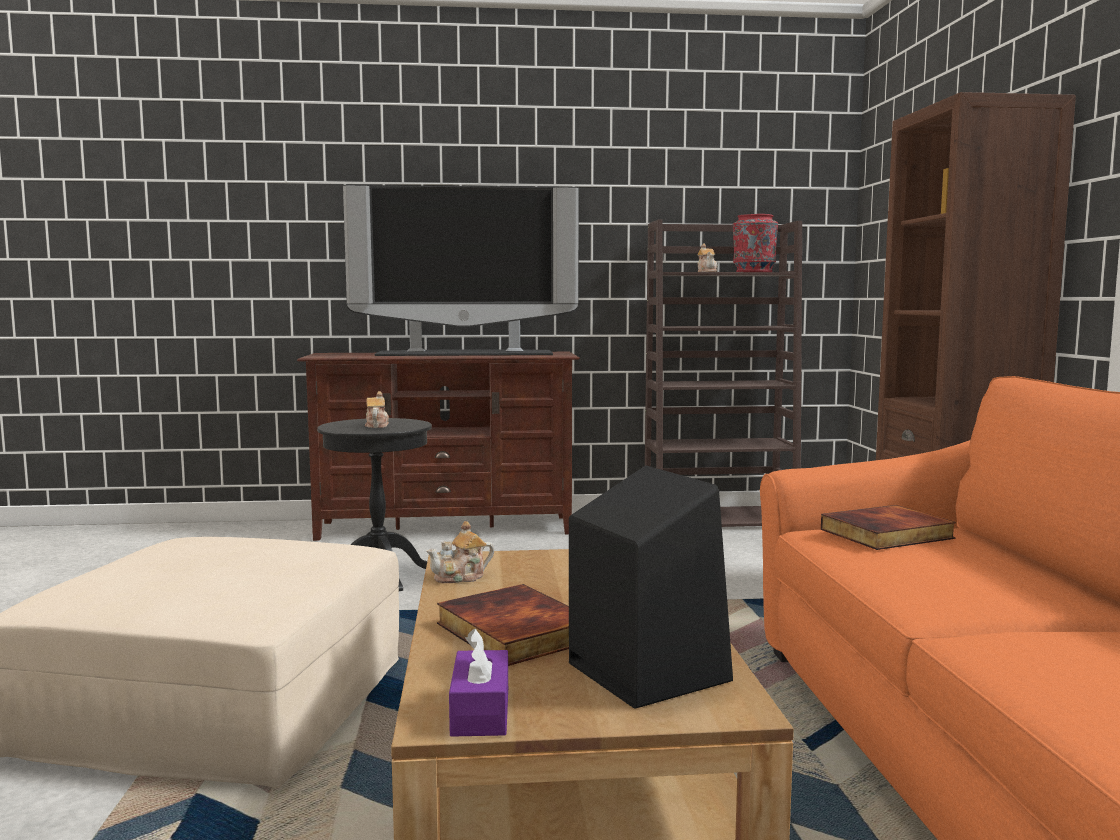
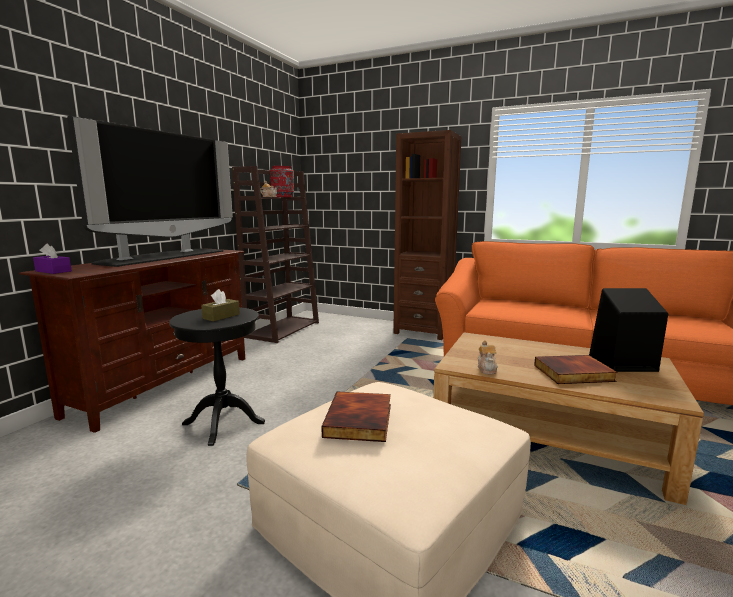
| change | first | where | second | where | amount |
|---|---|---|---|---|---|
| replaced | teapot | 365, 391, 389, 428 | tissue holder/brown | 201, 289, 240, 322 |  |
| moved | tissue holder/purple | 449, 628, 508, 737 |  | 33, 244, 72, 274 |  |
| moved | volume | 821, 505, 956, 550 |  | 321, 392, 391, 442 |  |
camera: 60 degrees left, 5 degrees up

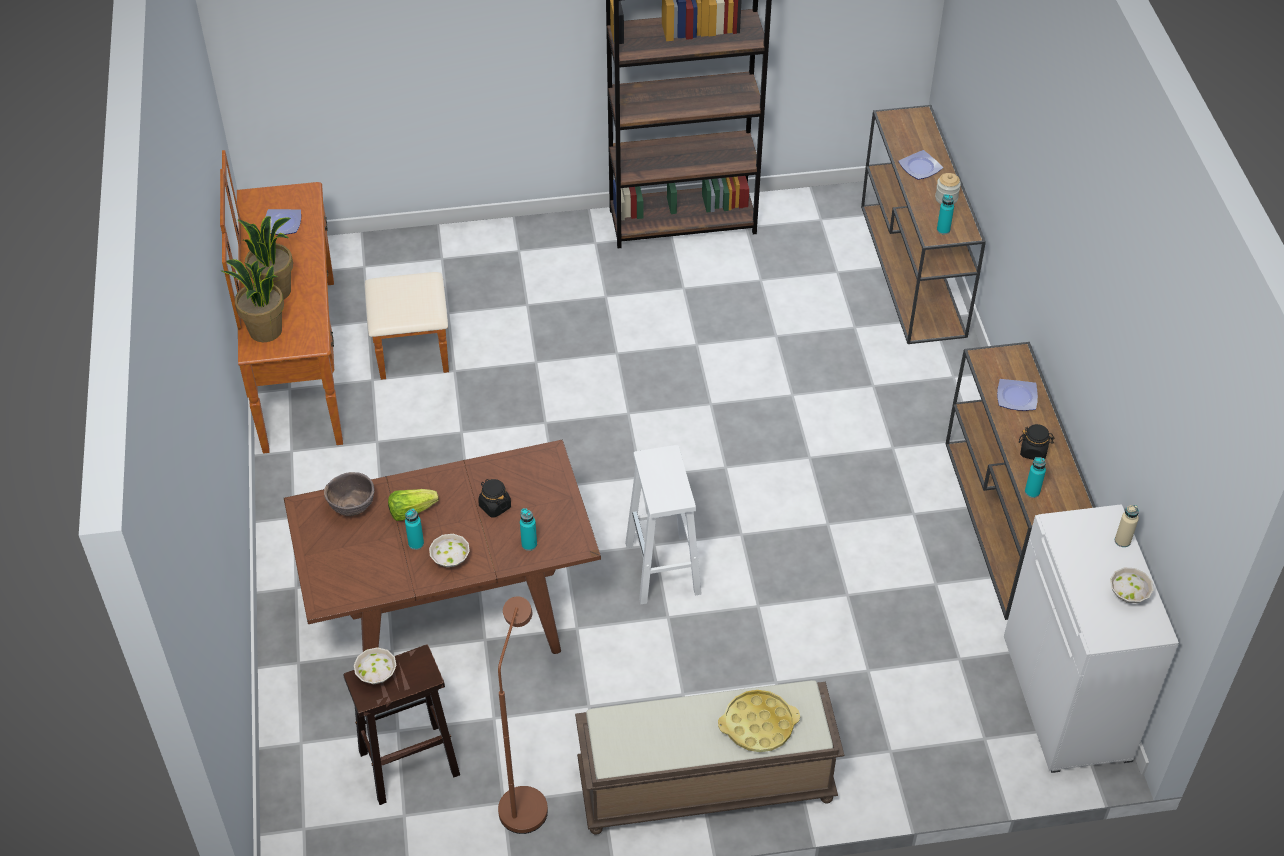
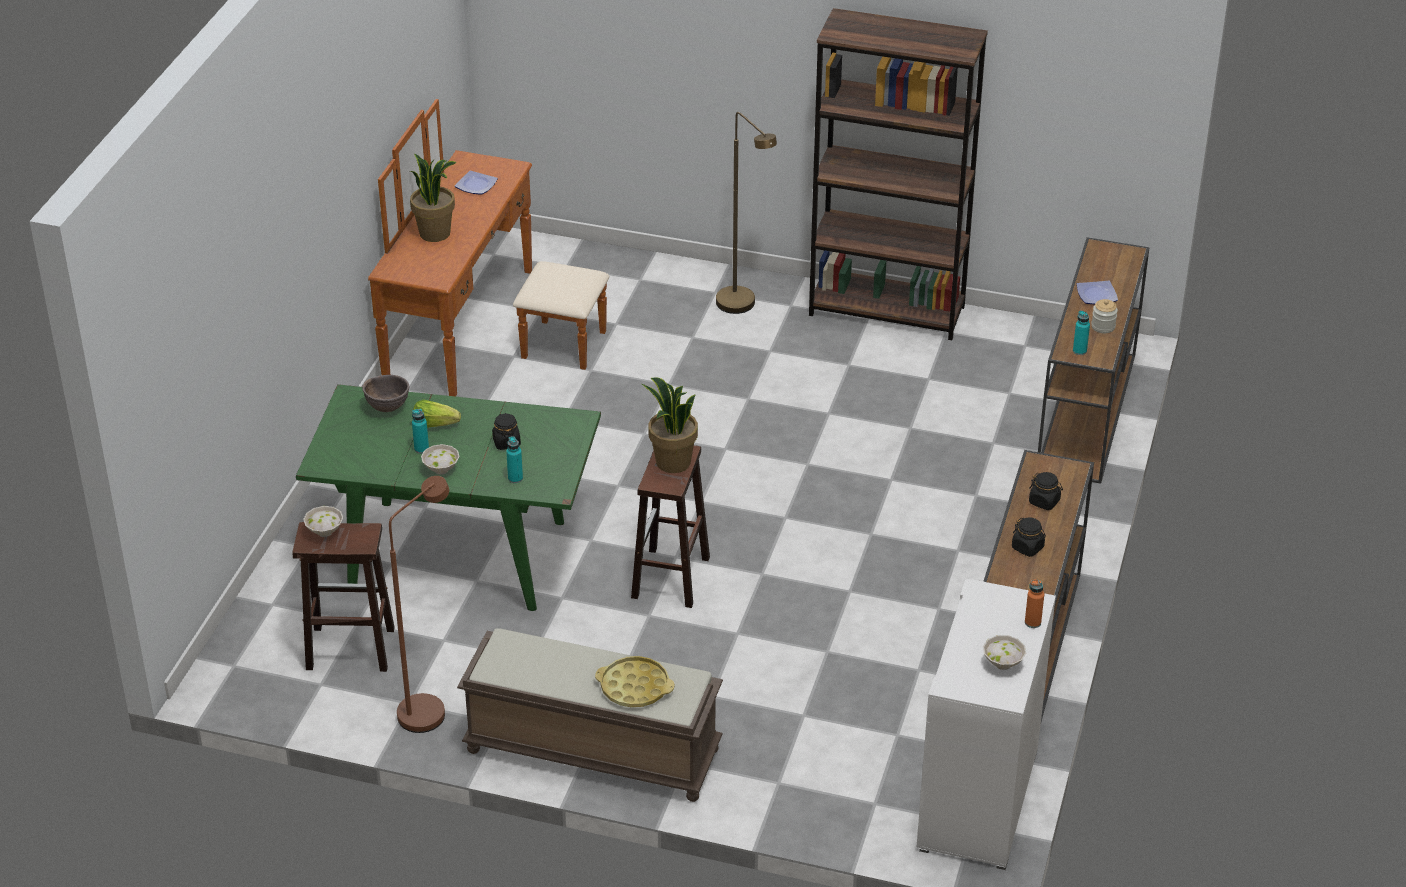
| change | first | where | second | where | amount |
|---|---|---|---|---|---|
| moved | plant in a pot | 220, 259, 284, 342 |  | 641, 377, 698, 473 |  |
| recoloured | kitchen table/brown | 284, 440, 601, 654 | kitchen table/greenish | 296, 384, 601, 611 |  |
| recoloured | stool seat/white | 625, 445, 702, 604 | stool seat/brown | 631, 445, 710, 608 |  |
| replaced | plate | 997, 379, 1038, 411 | preserve jar/black-coloured | 1029, 472, 1063, 510 |  |
| removed | beverage bottle/turquoise | 1025, 457, 1046, 498 |  |  |  |
| recoloured | beverage bottle/sand-coloured | 1115, 505, 1139, 547 | beverage bottle/orange-coloured | 1025, 580, 1044, 628 |  |
| added |  |  | floor lamp/brown | 716, 112, 777, 314 |  |
camera: 25 degrees right, 10 degrees down

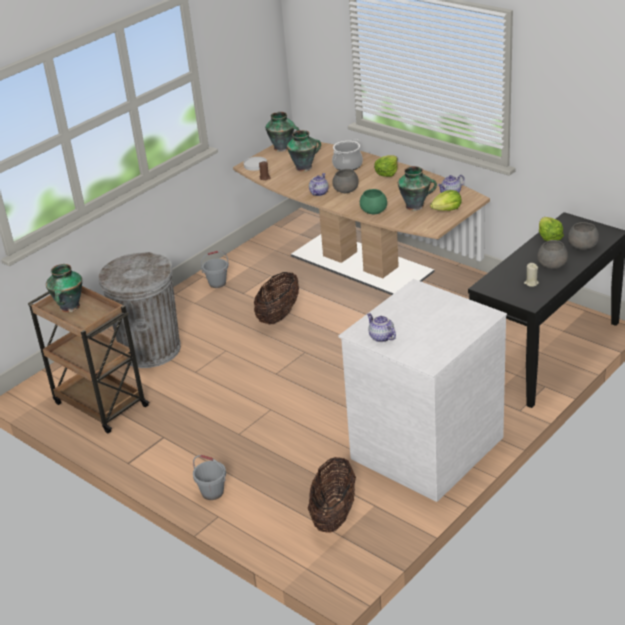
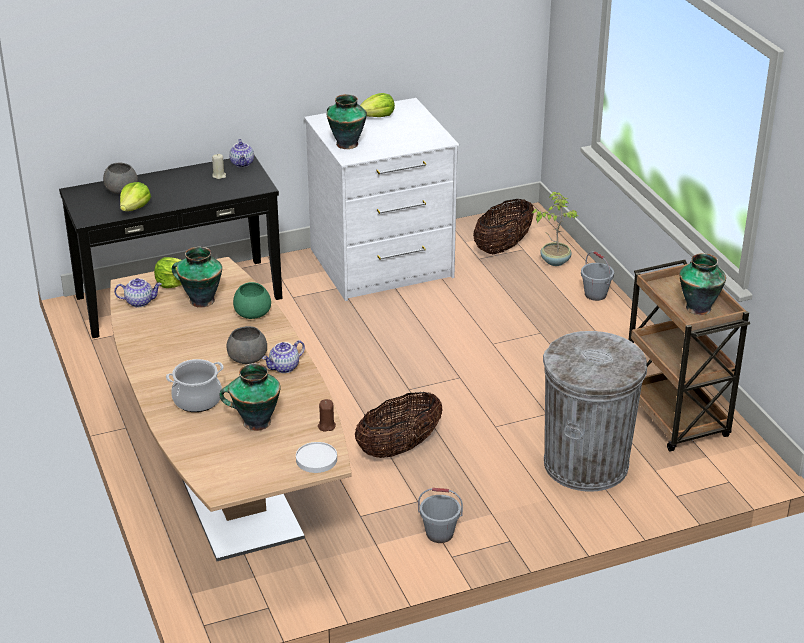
| change | first | where | second | where | amount |
|---|---|---|---|---|---|
| moved | flower vase | 265, 112, 299, 152 |  | 327, 94, 367, 149 |  |
| moved | teapot | 367, 313, 396, 342 |  | 229, 139, 254, 167 |  |
| moved | lettuce head | 374, 155, 398, 177 |  | 360, 93, 395, 117 |  |
| removed | deep dish/grey | 537, 240, 568, 269 |  |  |  |
| added |  |  | plant in a pot | 532, 192, 578, 266 |  |
camera: 155 degrees left, 0 degrees up

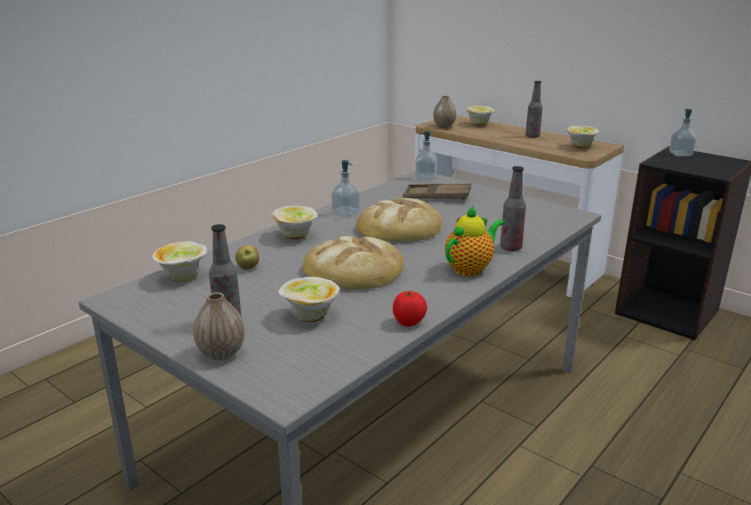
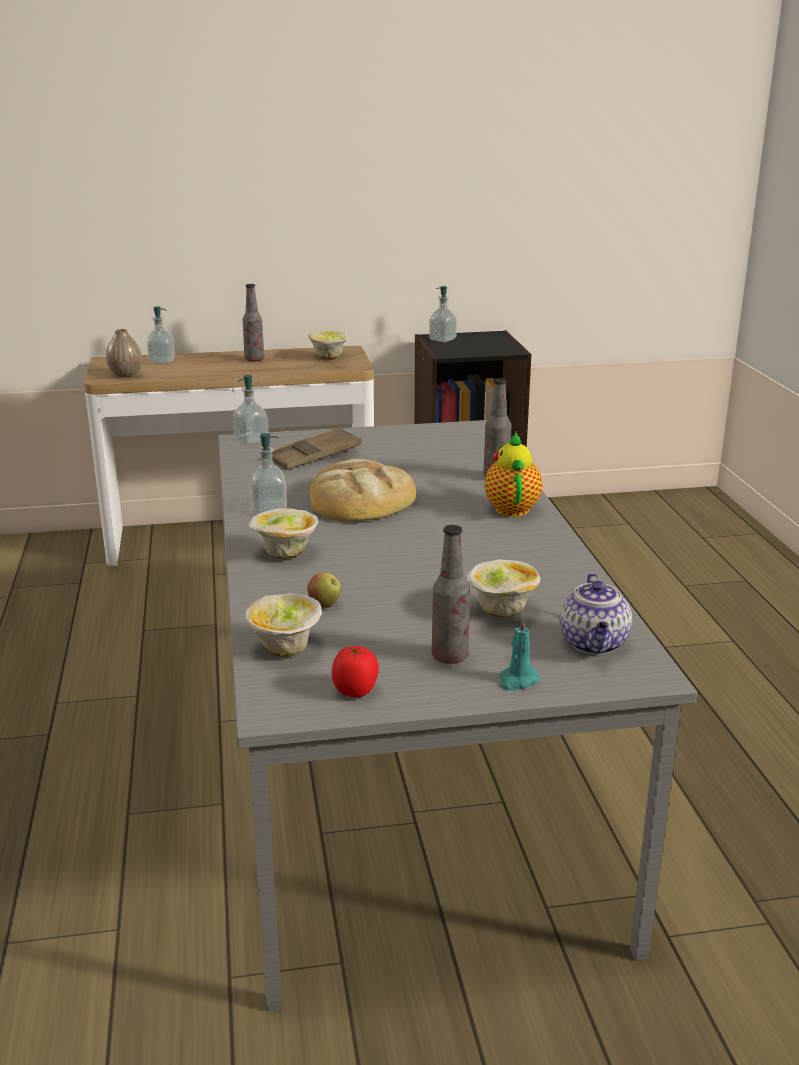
| change | first | where | second | where | amount |
|---|---|---|---|---|---|
| replaced | flower vase | 193, 292, 245, 361 | candle/turquoise | 500, 616, 540, 690 |  |
| removed | baked bread | 303, 236, 404, 290 |  |  |  |
| moved | fresh tomato | 393, 291, 427, 327 |  | 332, 646, 379, 697 |  |
| replaced | deep dish | 466, 106, 495, 126 | liquid soap bottle | 147, 306, 175, 364 |  |
| added |  |  | teapot | 560, 573, 632, 654 |  |
camera: 50 degrees left, 0 degrees up

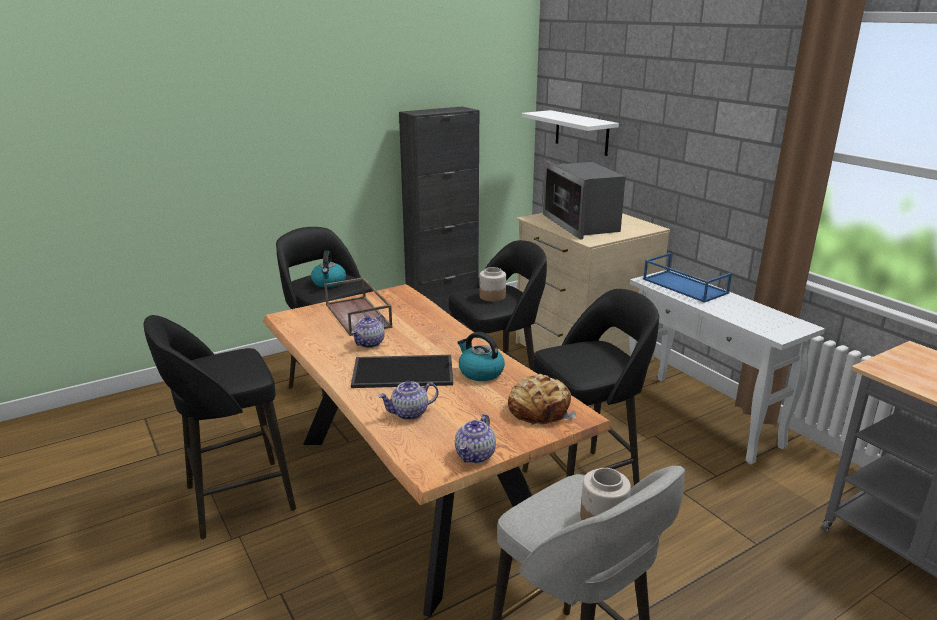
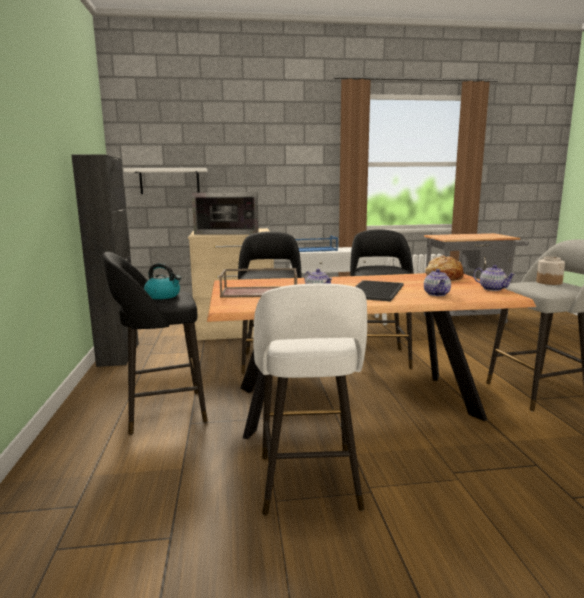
| change | first | where | second | where | amount |
|---|---|---|---|---|---|
| recoloured | stool seat/black-coloured | 143, 315, 296, 539 | stool seat/white | 254, 283, 367, 516 |  |
| removed | tea kettle | 457, 332, 505, 381 |  |  |  |
| removed | preserve jar | 479, 267, 506, 302 |  |  |  |
camera: 65 degrees left, 10 degrees down

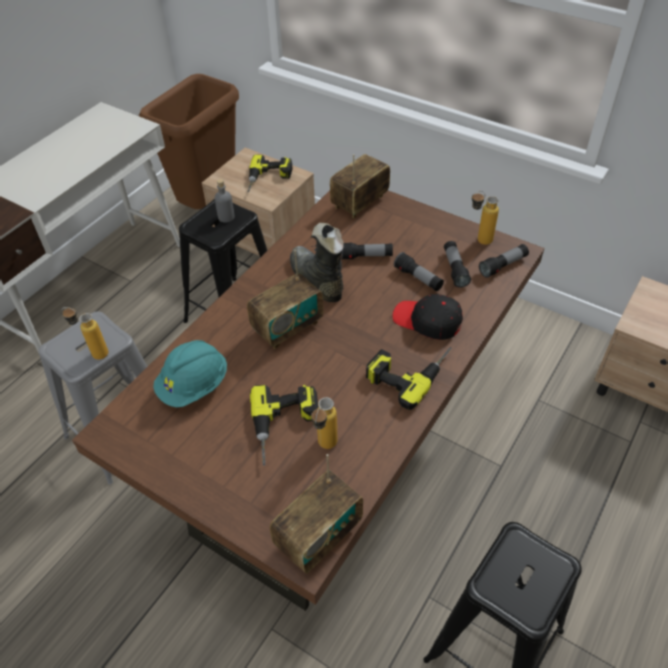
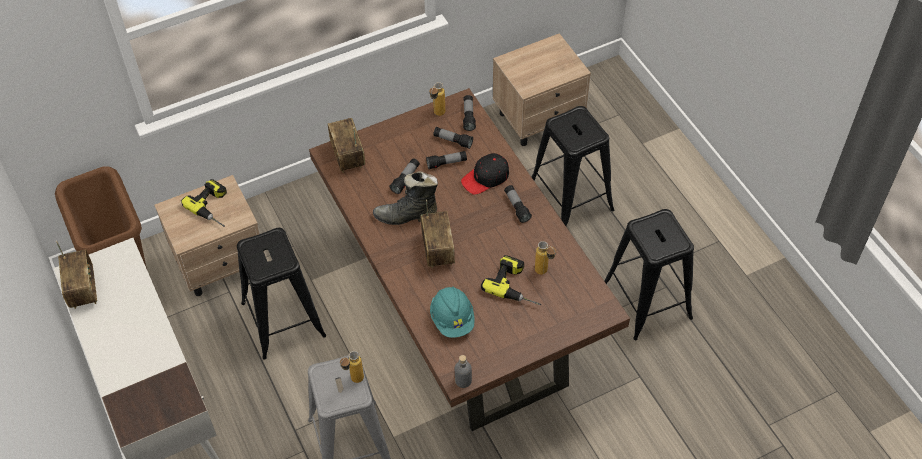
| change | first | where | second | where | amount |
|---|---|---|---|---|---|
| moved | beverage bottle/grey | 214, 179, 234, 222 |  | 455, 355, 472, 388 |  |
| moved | radio set | 270, 454, 363, 574 |  | 56, 241, 97, 309 |  |
| replaced | electric drill | 366, 347, 452, 410 | flashlight | 504, 185, 532, 223 |  |
| added |  |  | stool seat/black-coloured | 532, 106, 614, 226 |  |
camera: 60 degrees left, 5 degrees up

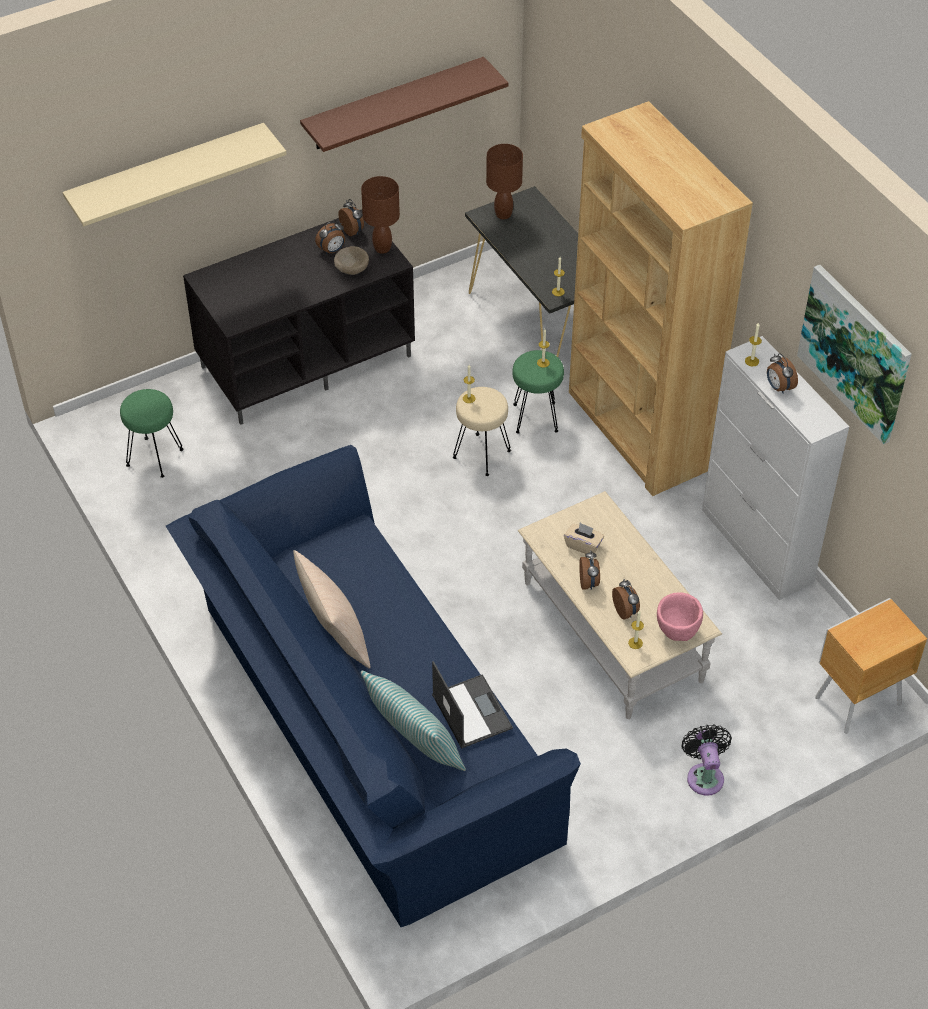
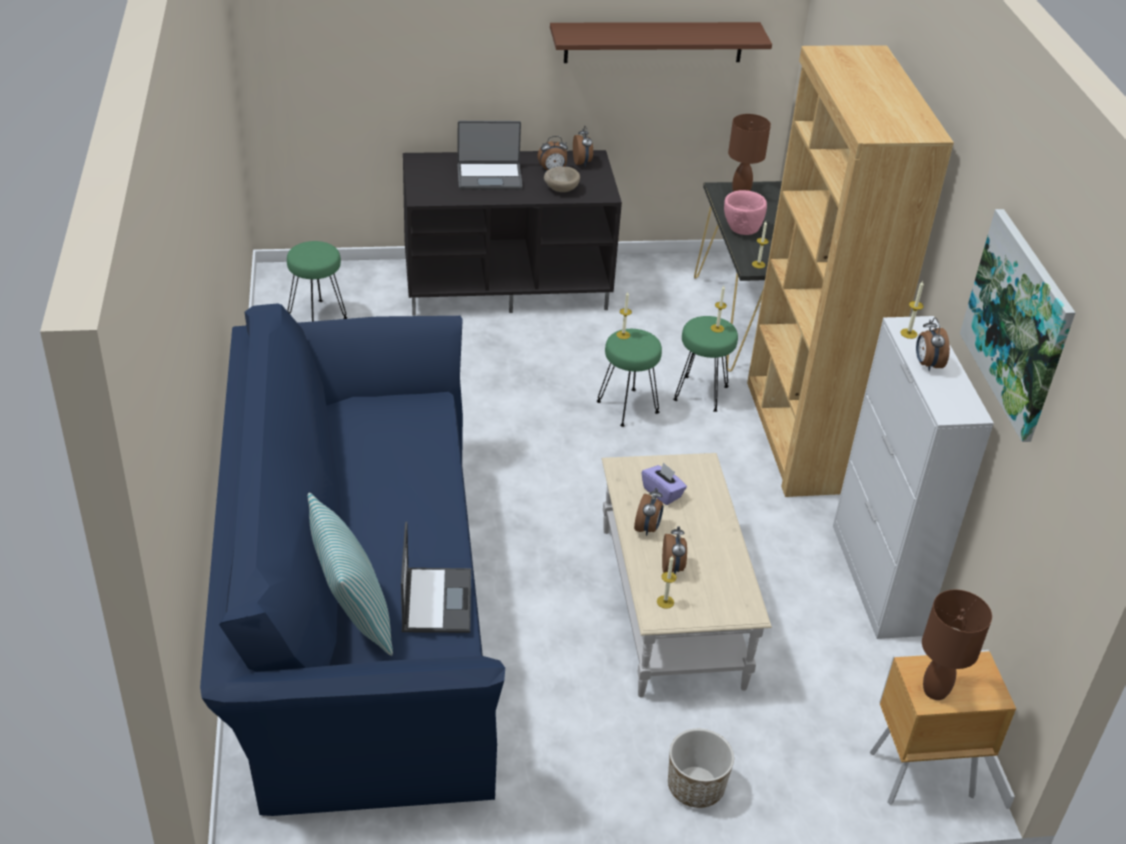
| change | first | where | second | where | amount |
|---|---|---|---|---|---|
| removed | wall shelf/sand-coloured | 63, 123, 287, 226 |  |  |  |
| removed | pillow/sand-coloured | 293, 550, 370, 669 |  |  |  |
| moved | table lamp/brown | 361, 176, 400, 254 |  | 922, 590, 992, 700 |  |
| recoloured | stool seat/sand-coloured | 453, 387, 511, 476 | stool seat/greenish | 597, 329, 662, 427 |  |
| recoloured | tissue holder/sand-coloured | 564, 523, 604, 554 | tissue holder/purple | 642, 462, 687, 505 |  |
| moved | deep dish/pink-coloured | 657, 592, 703, 641 |  | 724, 190, 767, 235 |  |
| replaced | cooling fan/black-coloured | 681, 725, 732, 796 | planter | 668, 729, 734, 808 |  |
| added |  |  | notebook computer | 457, 121, 523, 190 |  |
camera: 20 degrees right, 10 degrees down

